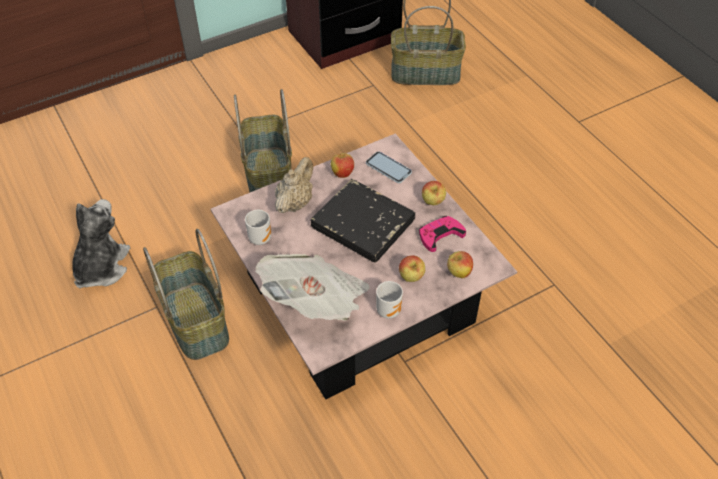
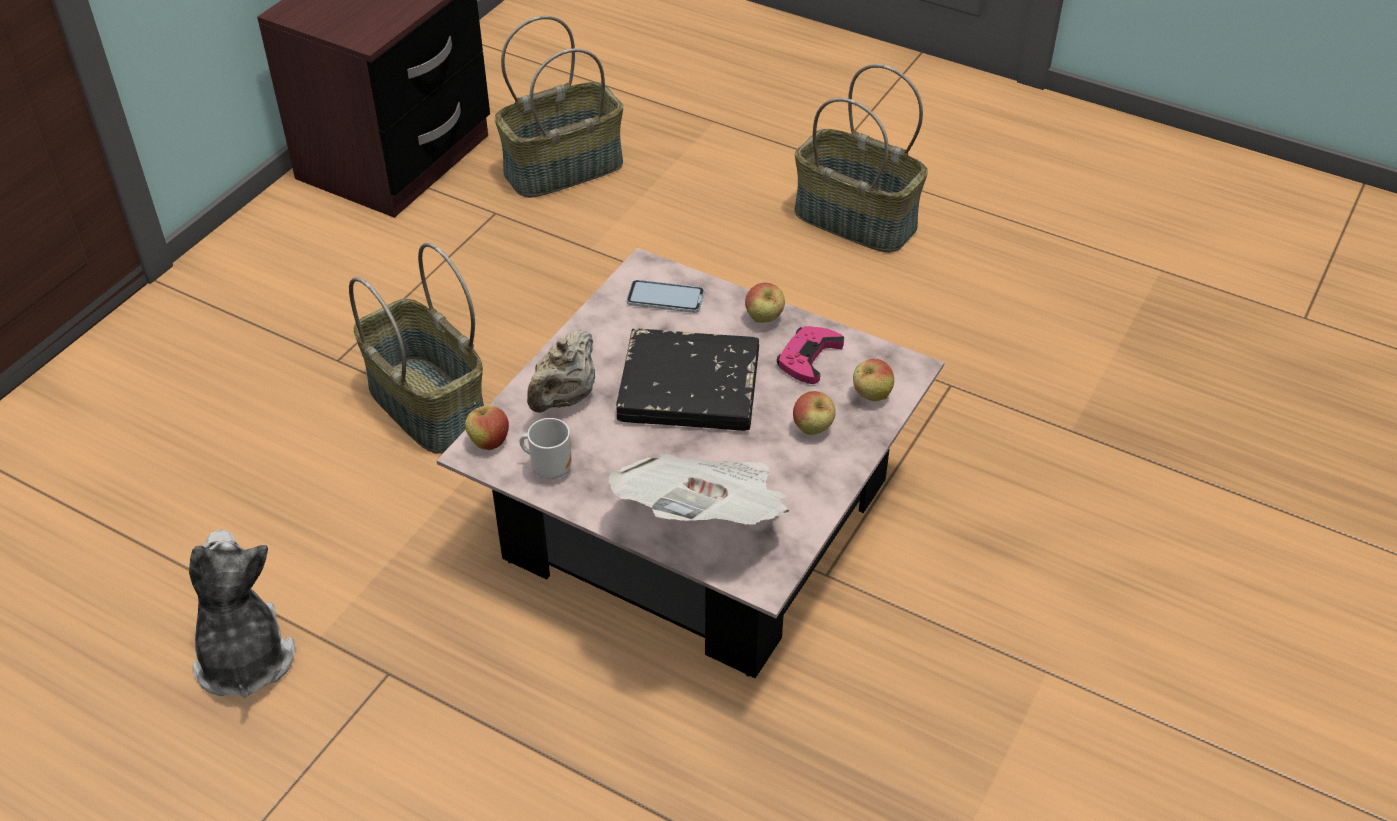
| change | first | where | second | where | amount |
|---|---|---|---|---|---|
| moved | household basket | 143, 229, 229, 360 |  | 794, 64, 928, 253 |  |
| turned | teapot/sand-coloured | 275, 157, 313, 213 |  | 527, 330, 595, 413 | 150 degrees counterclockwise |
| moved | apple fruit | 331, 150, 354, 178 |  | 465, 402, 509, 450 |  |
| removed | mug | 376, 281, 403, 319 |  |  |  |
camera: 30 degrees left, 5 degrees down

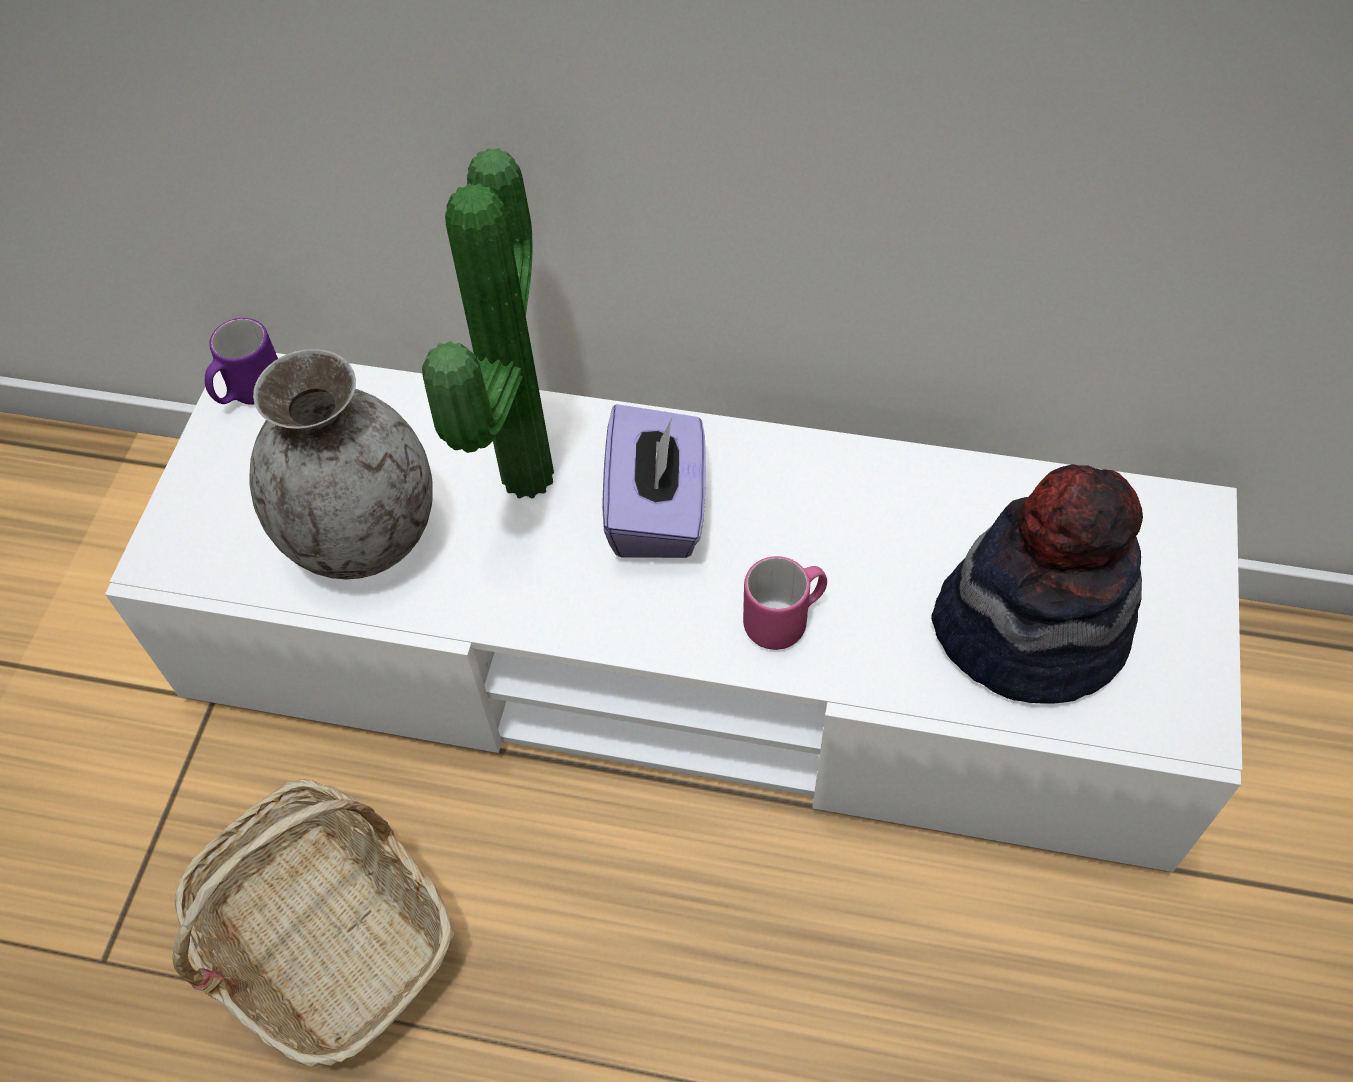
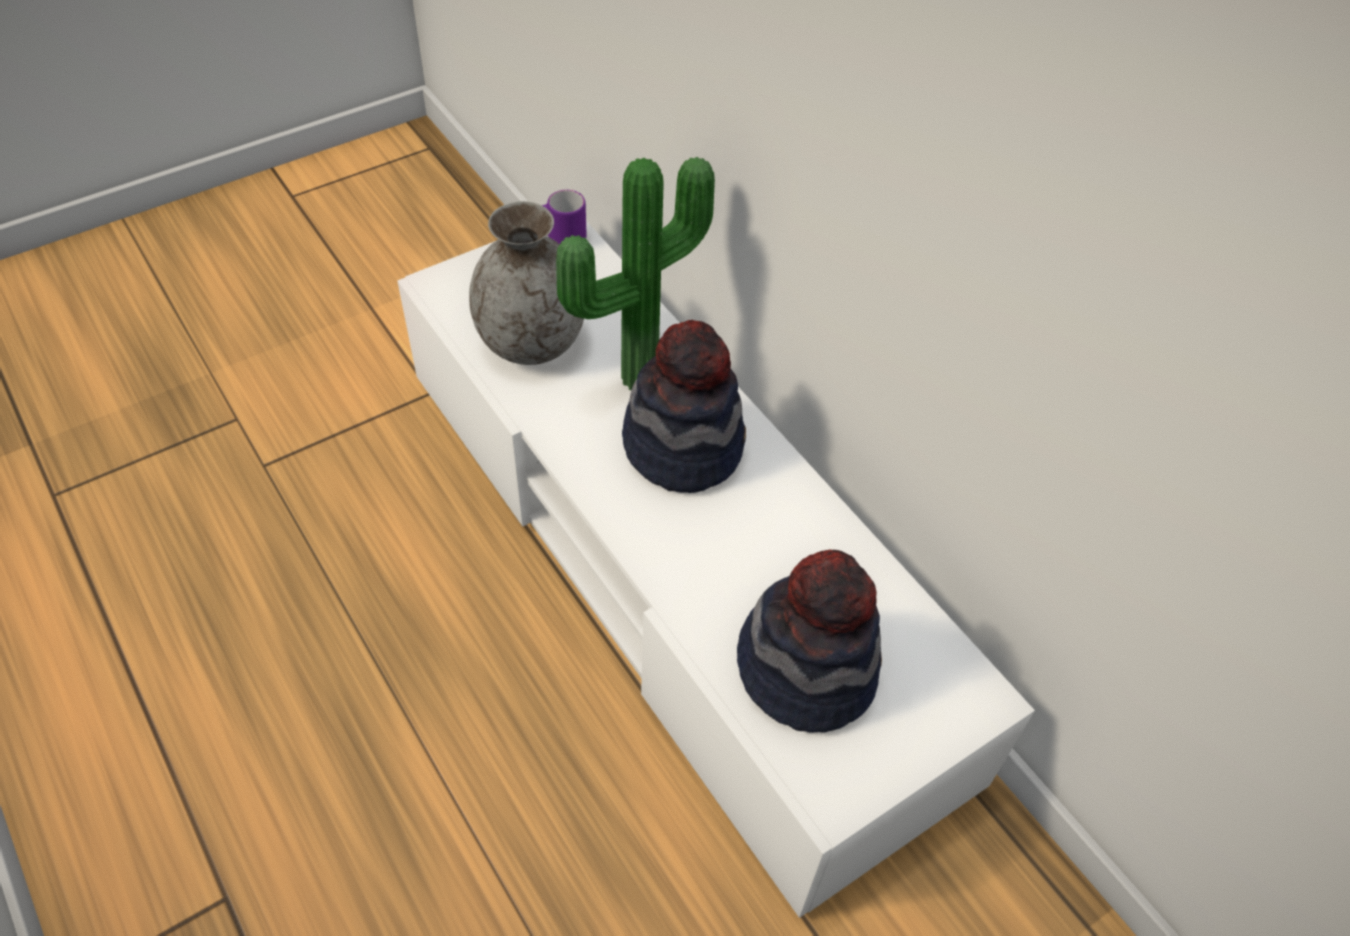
| change | first | where | second | where | amount |
|---|---|---|---|---|---|
| removed | household basket | 172, 779, 454, 1067 |  |  |  |
| replaced | tissue holder/purple | 602, 404, 706, 558 | clothing hat | 622, 320, 746, 493 |  |
| removed | mug/pink-coloured | 743, 556, 827, 650 |  |  |  |
camera: 40 degrees right, 5 degrees down

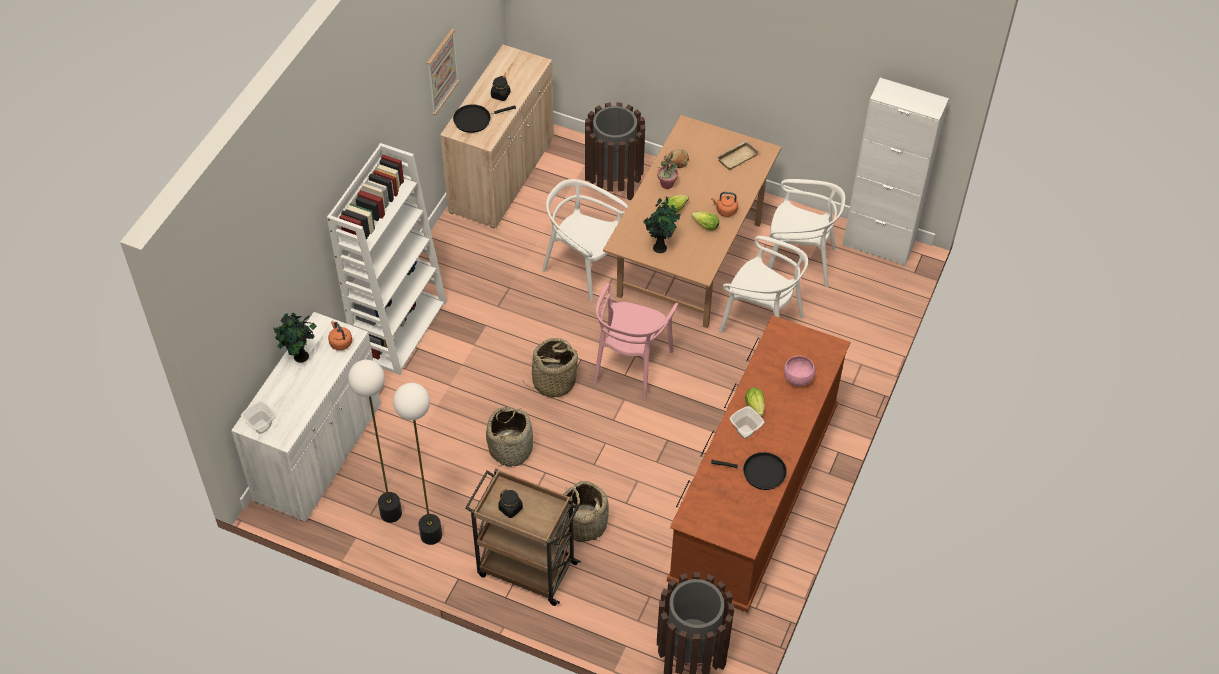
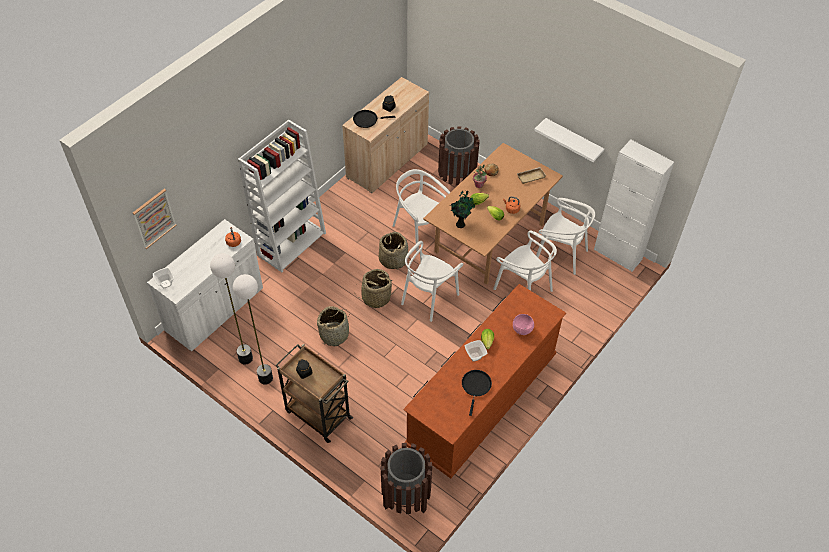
| change | first | where | second | where | amount |
|---|---|---|---|---|---|
| removed | plant in a pot | 274, 313, 317, 363 |  |  |  |
| moved | wall art | 427, 29, 459, 115 |  | 133, 189, 177, 249 |  |
| moved | household basket | 563, 481, 609, 542 |  | 379, 232, 408, 270 |  |
| recoloured | plain chair/pink-coloured | 594, 283, 679, 399 | plain chair/white | 401, 241, 463, 322 |  |
| turned | frying pan/black-coloured | 711, 452, 787, 490 |  | 462, 370, 492, 416 | 105 degrees counterclockwise |
| added |  |  | wall shelf/white | 534, 118, 604, 162 |  |
camera: 15 degrees right, 0 degrees up

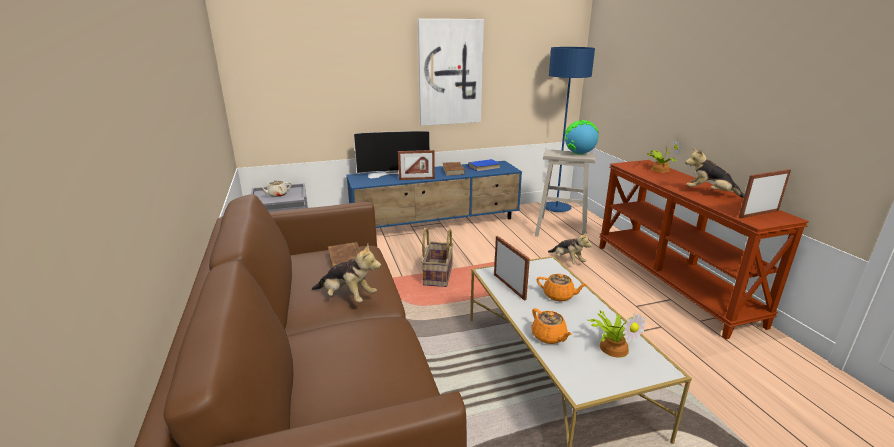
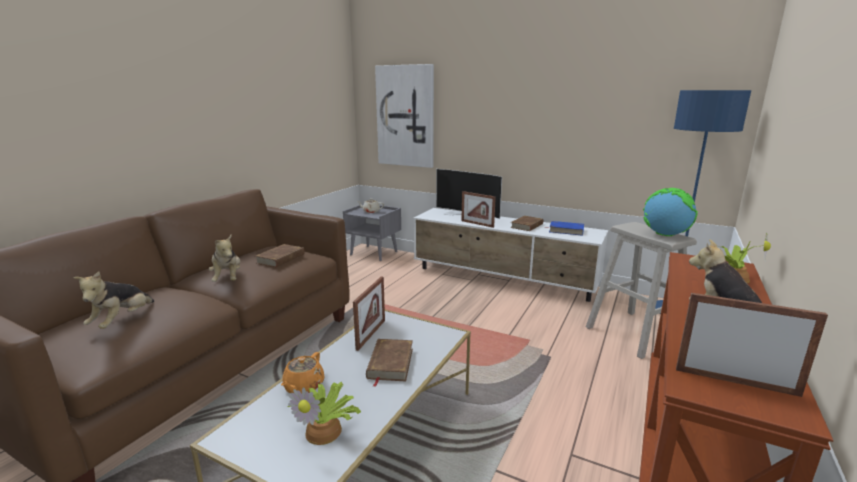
| change | first | where | second | where | amount |
|---|---|---|---|---|---|
| recoloured | tv stand/bluish | 346, 161, 522, 228 | tv stand/white | 413, 208, 608, 302 |  |
| moved | wall art | 418, 19, 484, 126 |  | 375, 64, 434, 168 |  |
| removed | household basket | 421, 228, 453, 287 |  |  |  |
| replaced | teapot/orange-coloured | 537, 274, 587, 301 | volume/brown | 366, 339, 413, 387 |  |
| moved | cuddly toy | 548, 231, 592, 264 |  | 73, 272, 154, 329 |  |
camera: 45 degrees right, 5 degrees down

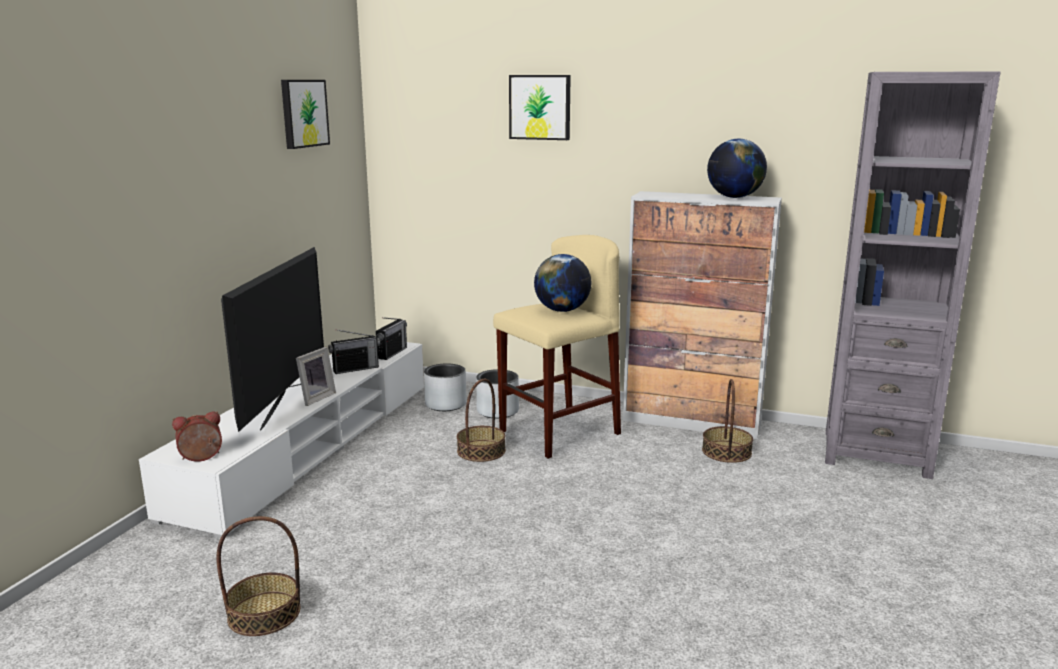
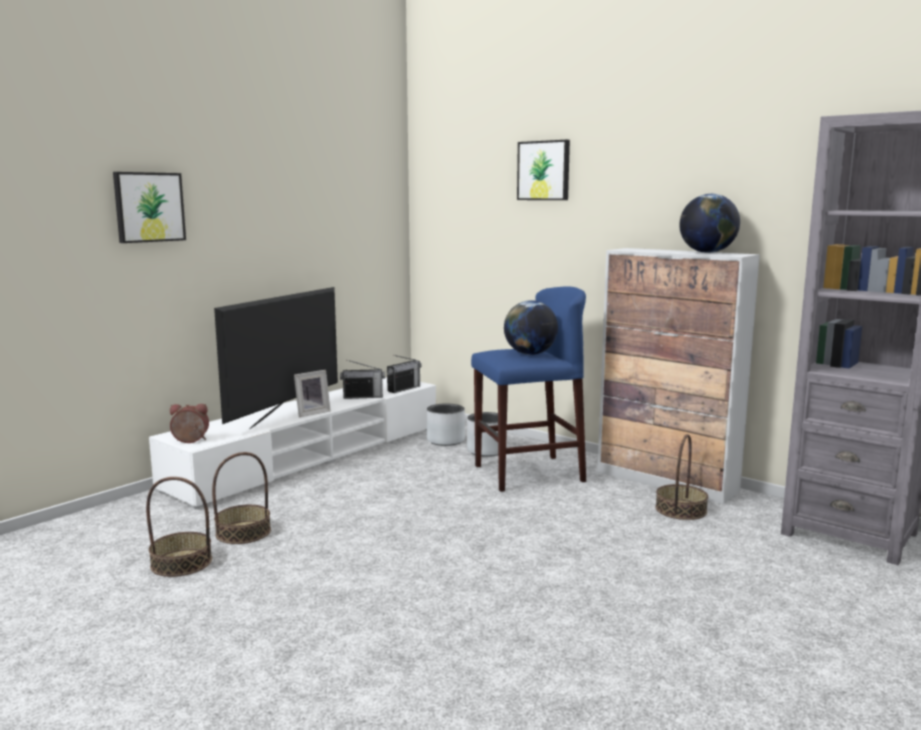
| change | first | where | second | where | amount |
|---|---|---|---|---|---|
| moved | wall art | 281, 80, 330, 149 |  | 113, 172, 186, 243 |  |
| moved | household basket | 457, 379, 506, 462 |  | 212, 452, 271, 544 |  |
| recoloured | stool seat/sand-coloured | 493, 235, 621, 459 | stool seat/bluish | 471, 286, 586, 492 |  |
camera: 20 degrees right, 5 degrees down

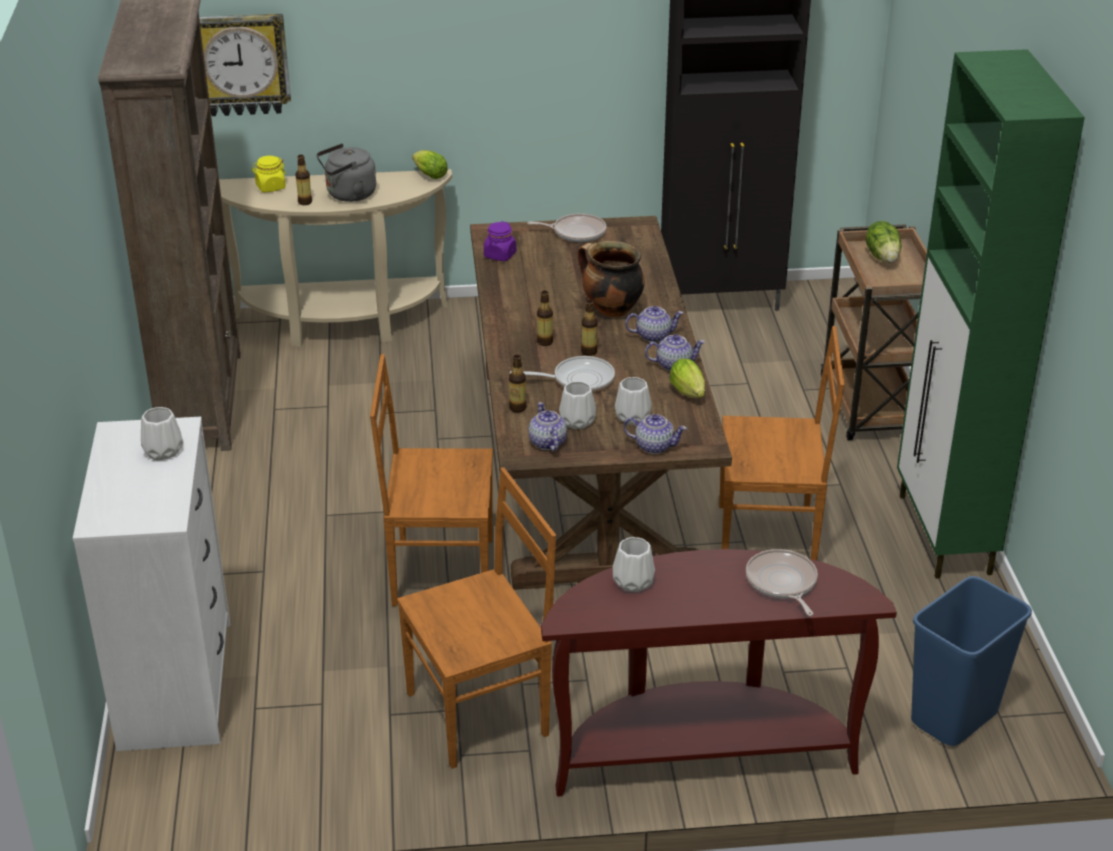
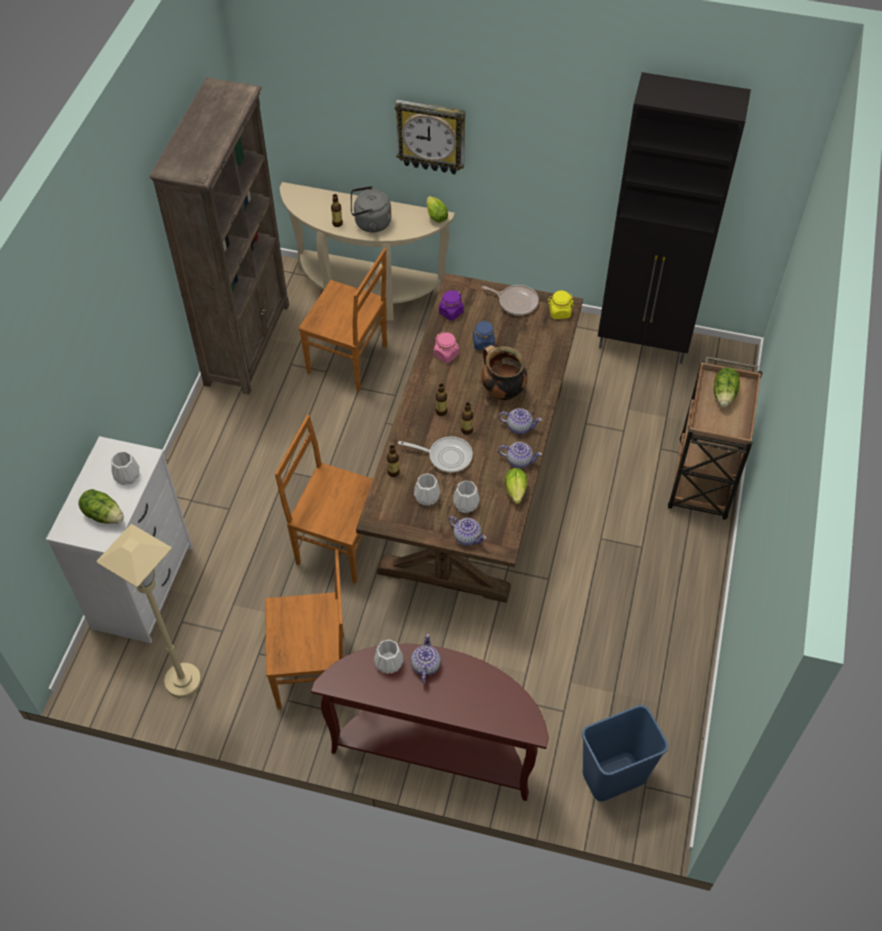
| change | first | where | second | where | amount |
|---|---|---|---|---|---|
| moved | wall clock | 199, 14, 291, 116 |  | 395, 99, 465, 174 |  |
| moved | preserve jar/yellow-coloured | 252, 156, 286, 193 |  | 548, 290, 574, 319 |  |
| moved | teapot | 528, 402, 567, 451 |  | 411, 634, 441, 683 |  |
| moved | plain chair/brown | 719, 326, 844, 561 |  | 298, 248, 387, 391 |  |
| removed | frying pan | 746, 549, 818, 616 |  |  |  |
| removed | cupboard/greenish | 897, 49, 1085, 579 |  |  |  |
| added |  |  | lettuce head | 78, 489, 124, 524 |  |
| added |  |  | floor lamp/sand-coloured | 96, 524, 201, 698 |  |
| added |  |  | preserve jar/pink-coloured | 434, 332, 459, 363 |  |
| added |  |  | preserve jar/bluish | 473, 320, 495, 350 |  |
camera: 20 degrees right, 20 degrees up

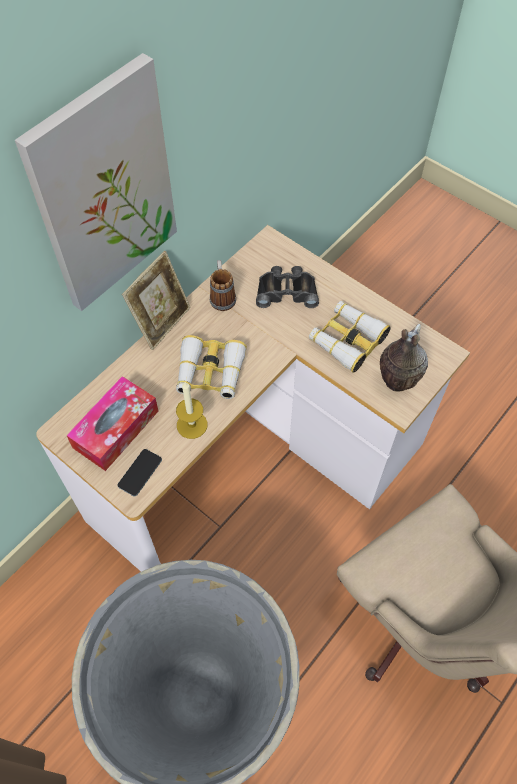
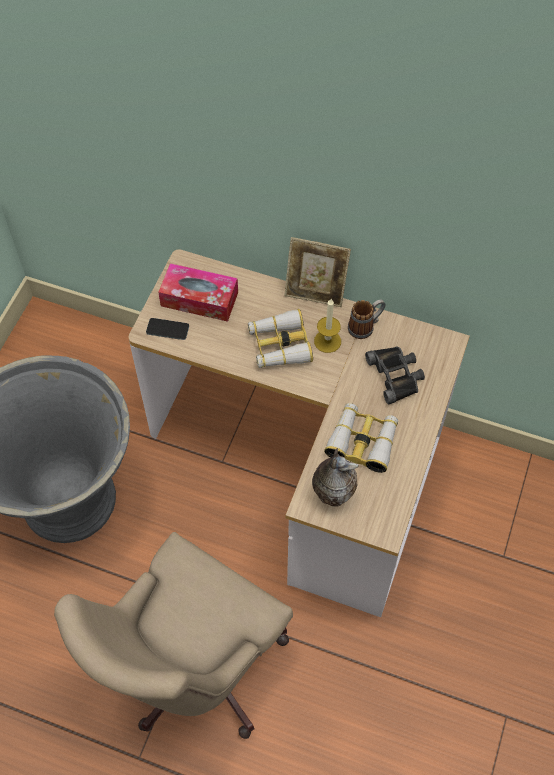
| change | first | where | second | where | amount |
|---|---|---|---|---|---|
| removed | wall art | 15, 53, 177, 311 |  |  |  |
| moved | candle | 176, 382, 208, 439 |  | 314, 299, 341, 353 |  |
camera: 70 degrees right, 0 degrees up

